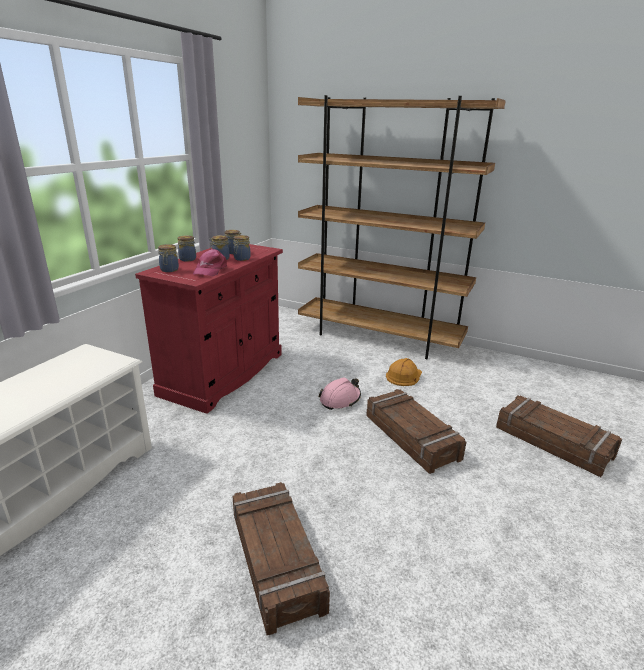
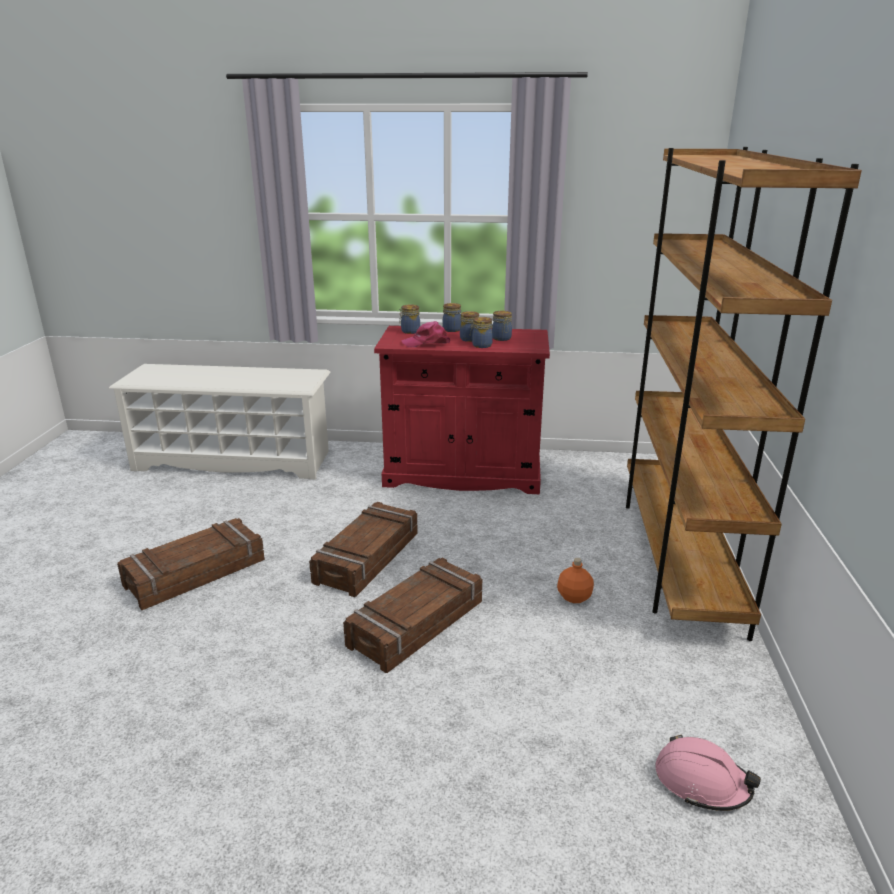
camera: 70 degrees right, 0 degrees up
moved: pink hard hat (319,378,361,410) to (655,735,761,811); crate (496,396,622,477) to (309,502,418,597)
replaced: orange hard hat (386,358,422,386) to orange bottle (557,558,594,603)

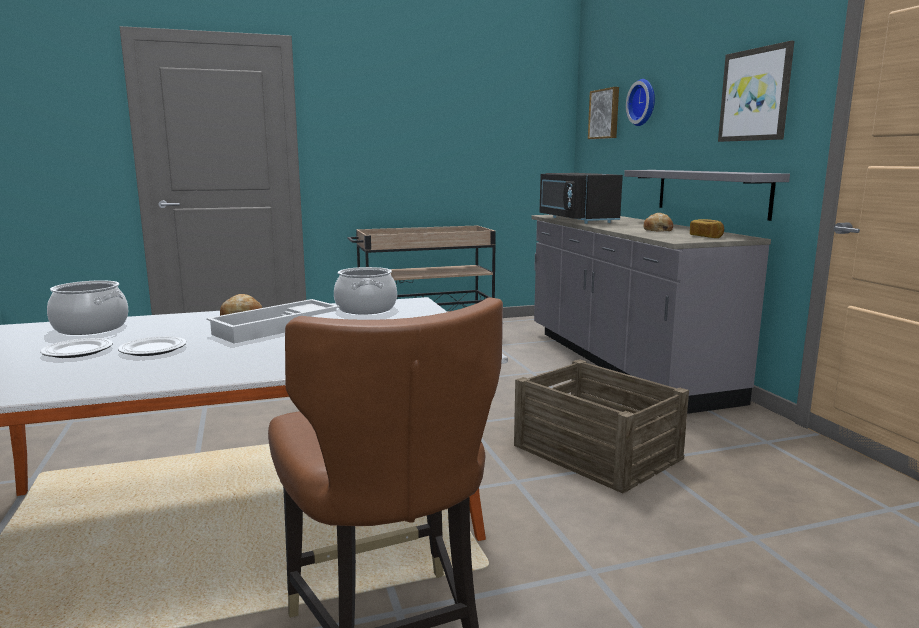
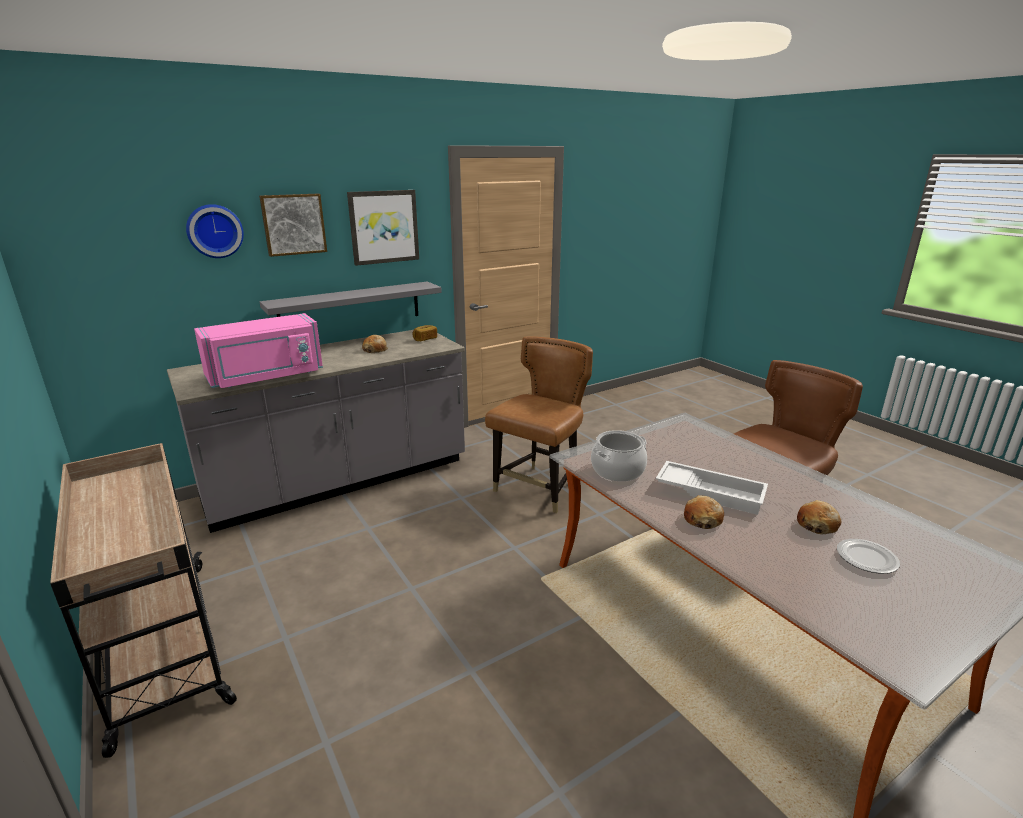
camera: 105 degrees left, 10 degrees up
removed: cooking pot (47,280,128,335)
moved: picture (588,87,619,139) to (259,194,327,257)
replaced: plate (118,336,187,356) to bread (797,500,841,534); crate (514,359,689,493) to brown chair (485,336,593,513)
recoloured: black microwave (540,173,623,224) to pink microwave (194,313,323,388)

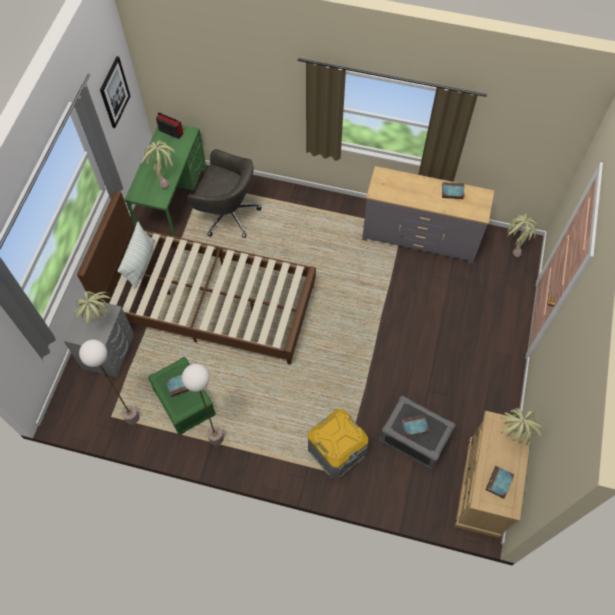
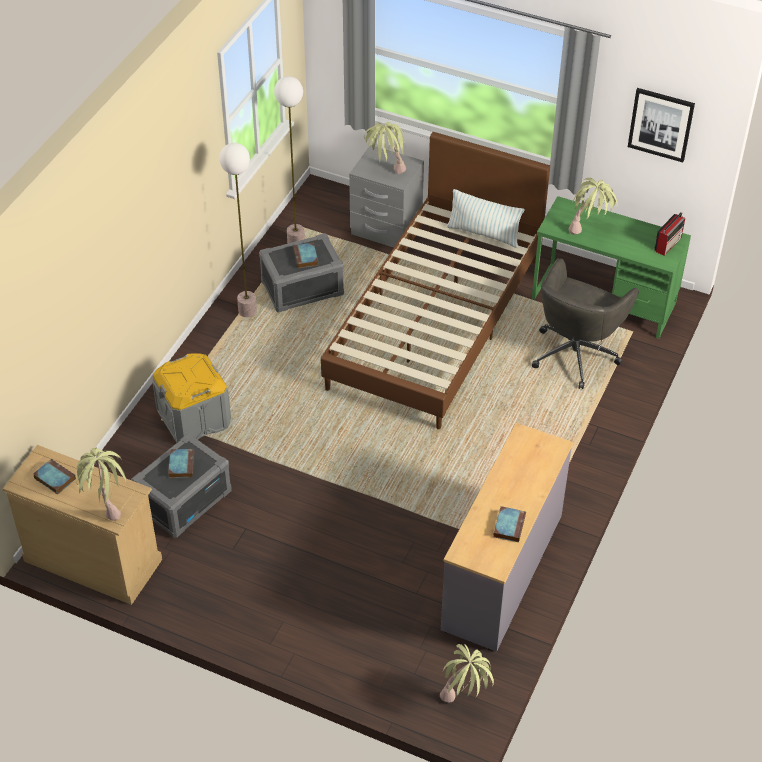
camera: 100 degrees right, 15 degrees down
recoloured: green storage box (148,357,216,435) to grey storage box (259,233,344,312)

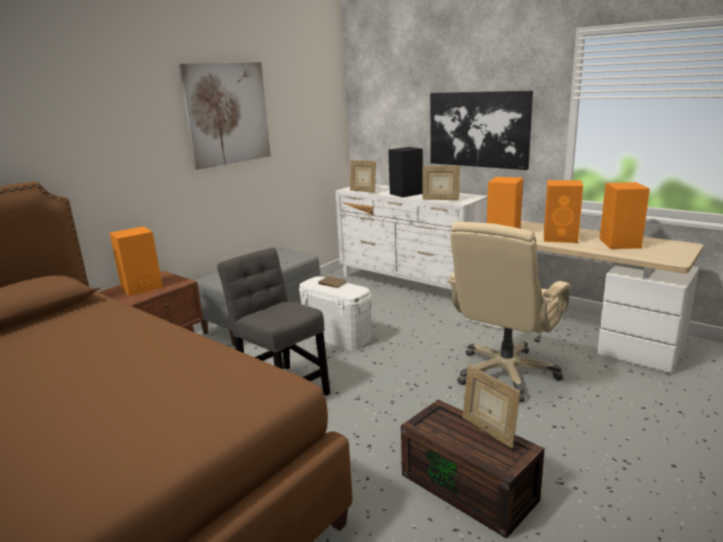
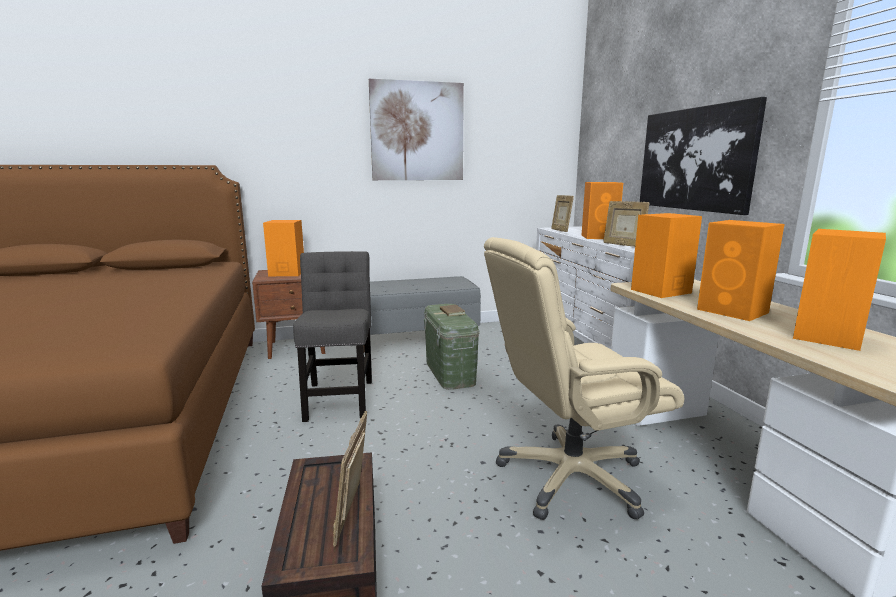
camera: 35 degrees right, 5 degrees down
recoloured: white storage box (299,276,372,350) to green storage box (424,304,480,390); black speaker (388,147,423,197) to orange speaker (581,182,623,239)

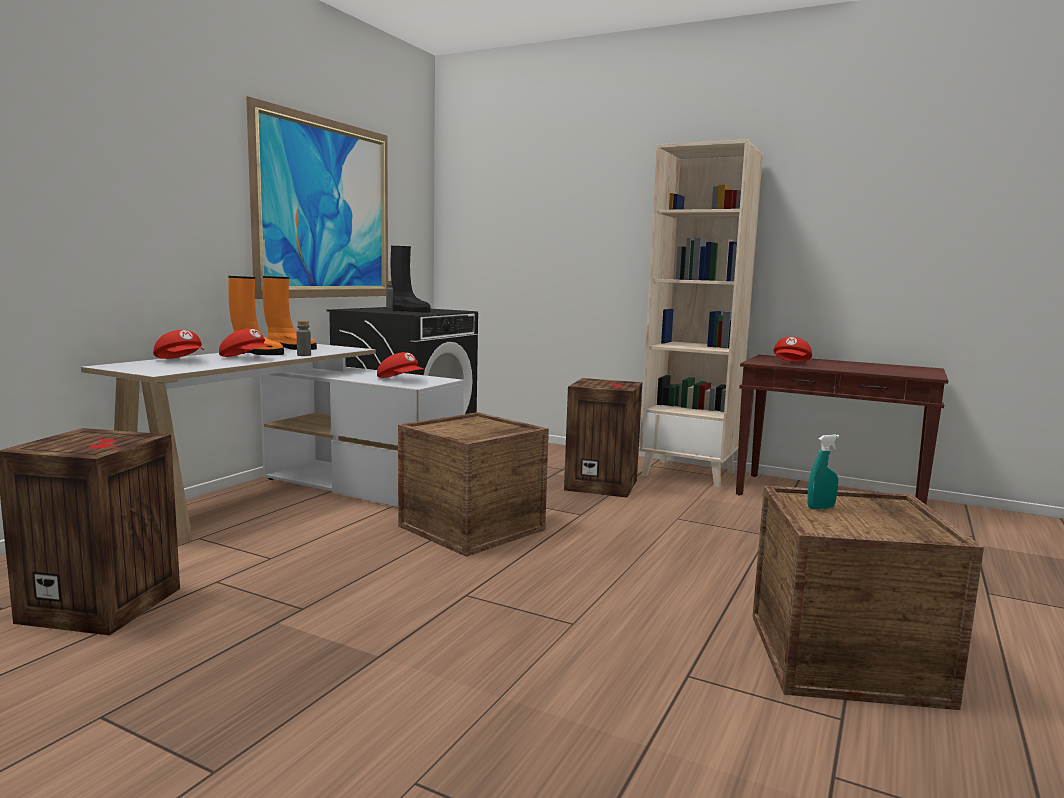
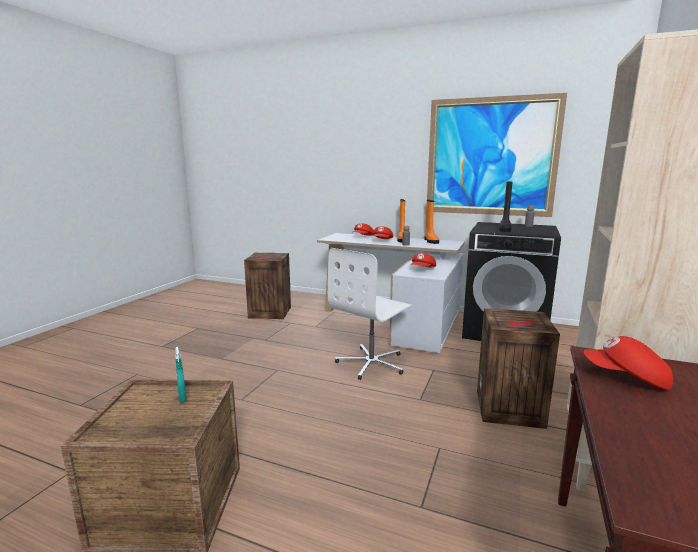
camera: 85 degrees right, 5 degrees up
replaced: crate (398,412,549,557) to white office chair (328,248,413,380)

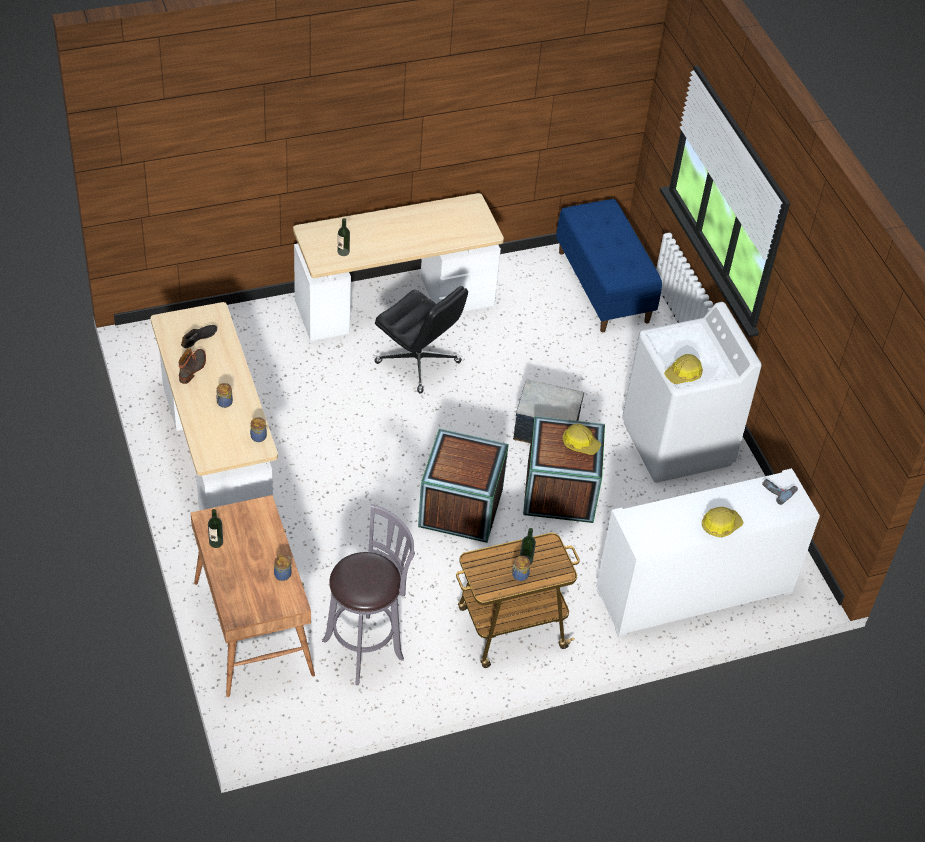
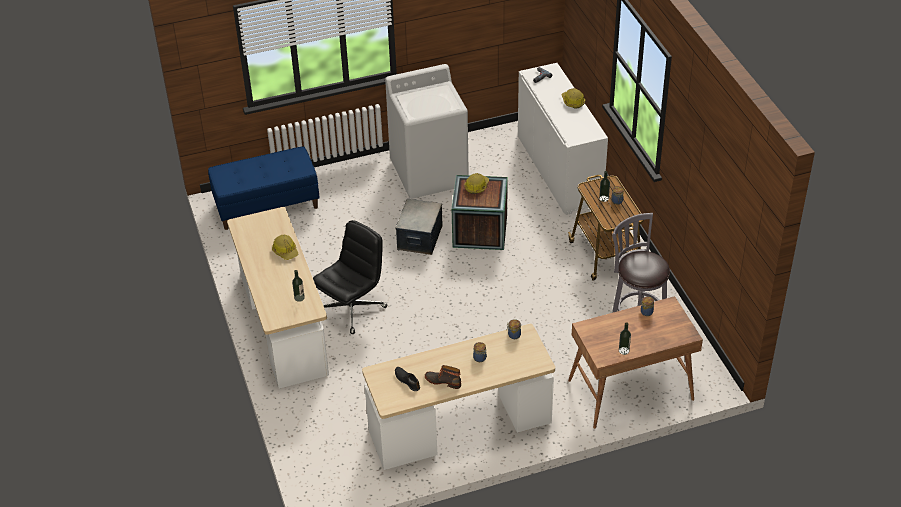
camera: 85 degrees left, 5 degrees down
removed: crate (418,429,509,543)
moved: hard hat (664,354,703,384) to (272,235,298,260)

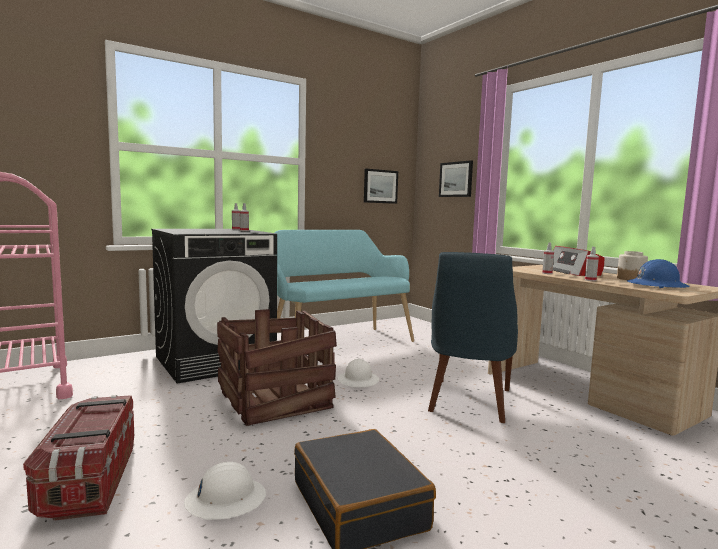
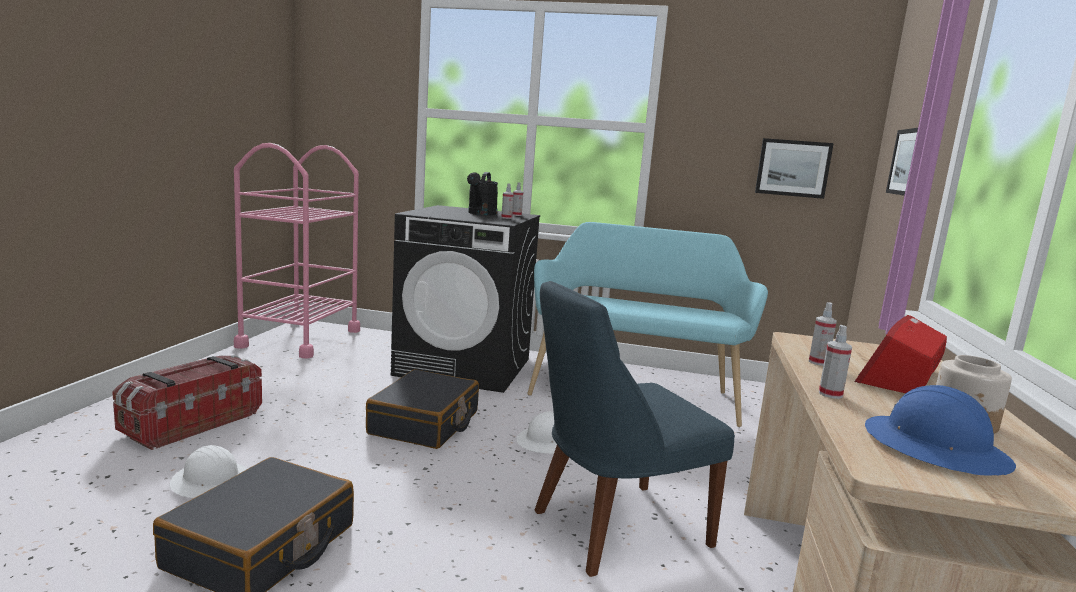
camera: 45 degrees right, 5 degrees up
added: black watering can (467,172,498,215)
replaced: crate (217,309,337,426) to black suitcase (366,369,479,449)

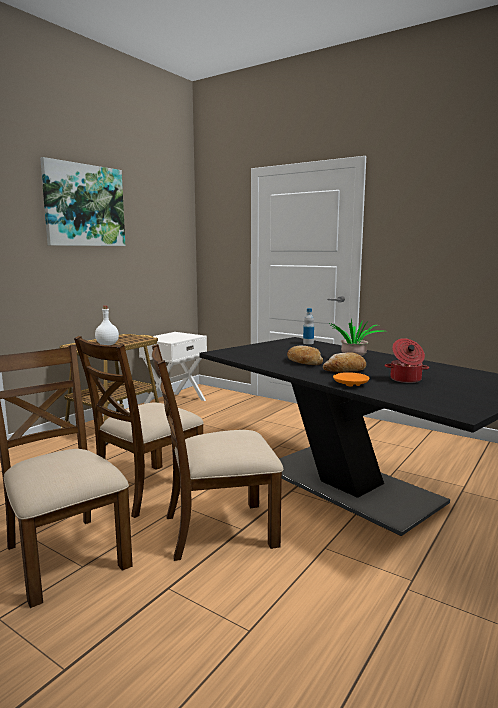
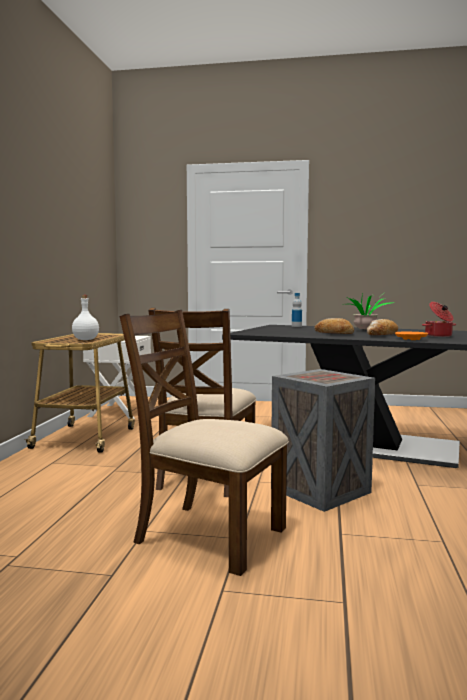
camera: 25 degrees left, 5 degrees down
removed: picture (40,157,125,246)
replaced: brown chair (152,344,283,561) to crate (271,369,375,512)

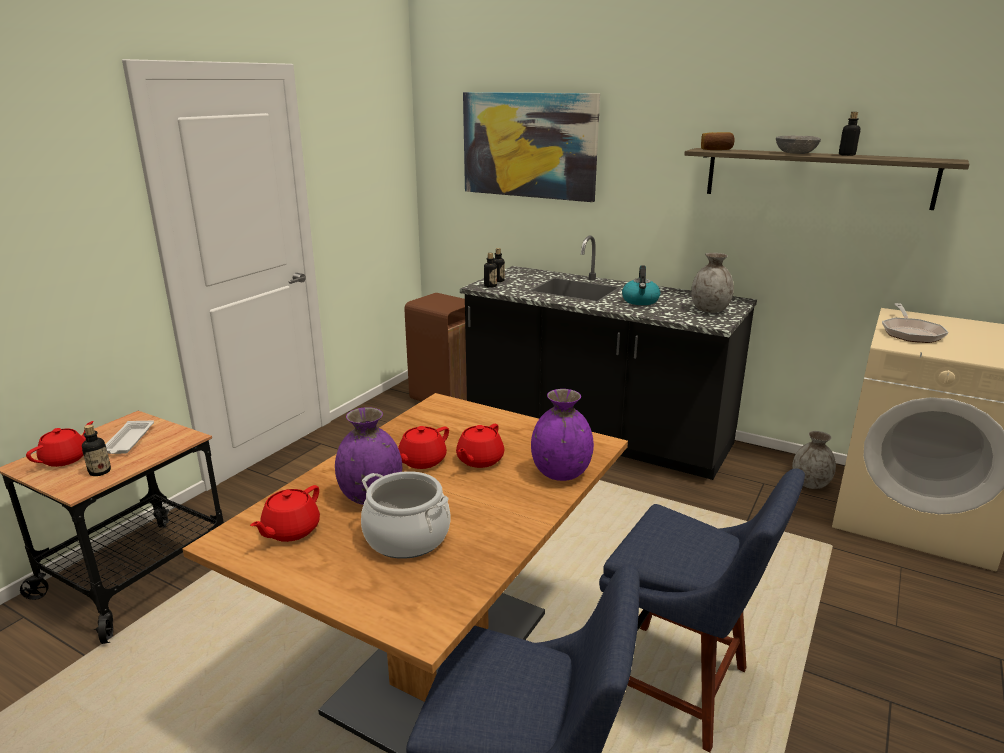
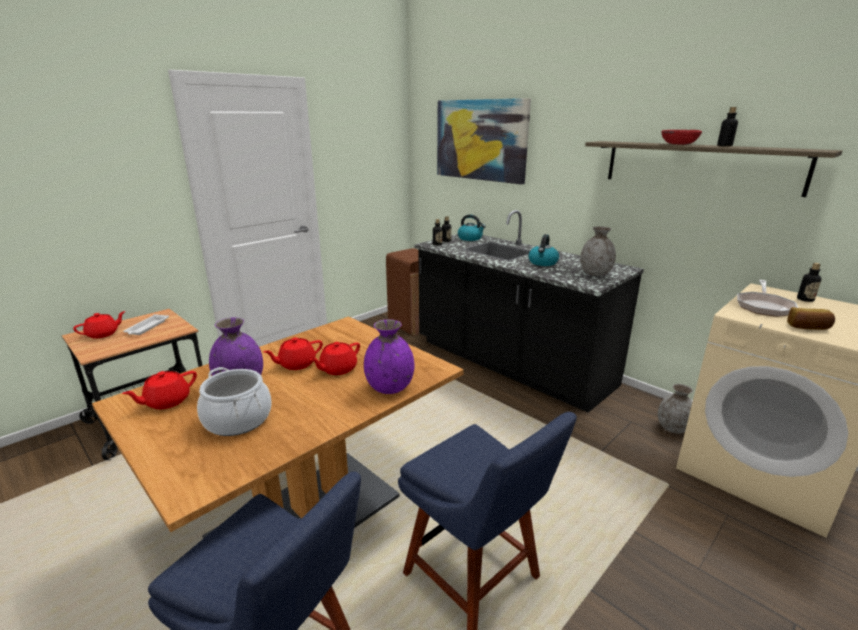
camera: 15 degrees right, 0 degrees up
added: kettle (458,214,486,241)
moved: bottle (82,425,111,476) to (797,263,822,302); bread (701,132,735,150) to (787,307,835,330)
recoloured: grey bowl (776,136,821,154) to red bowl (662,130,702,145)

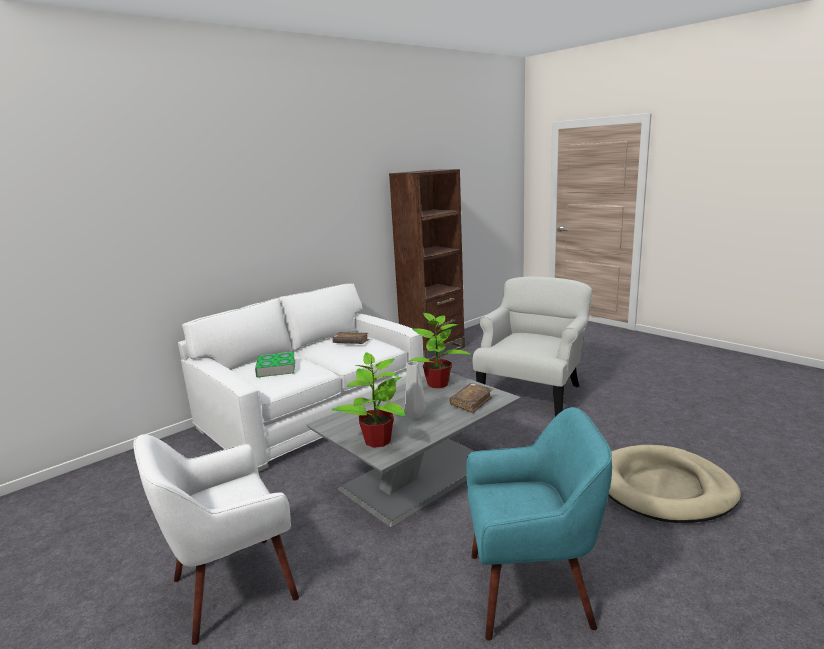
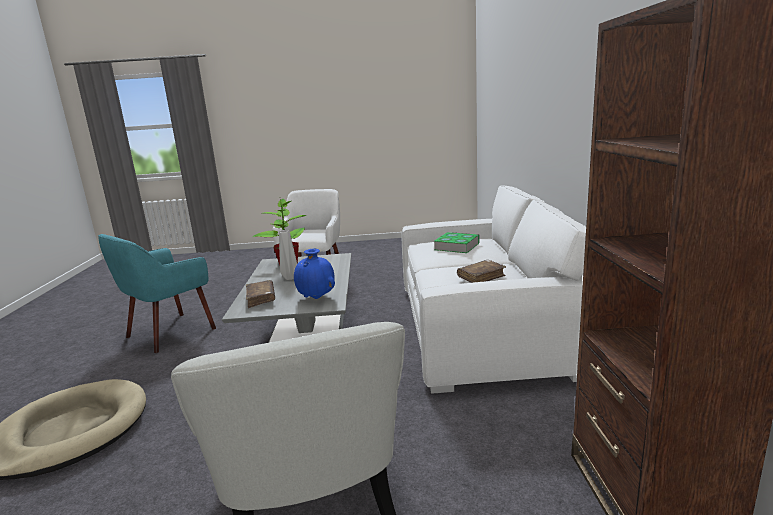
camera: 130 degrees right, 0 degrees up
replaced: potted plant (409,313,472,388) to blue vase (294,249,335,299)

